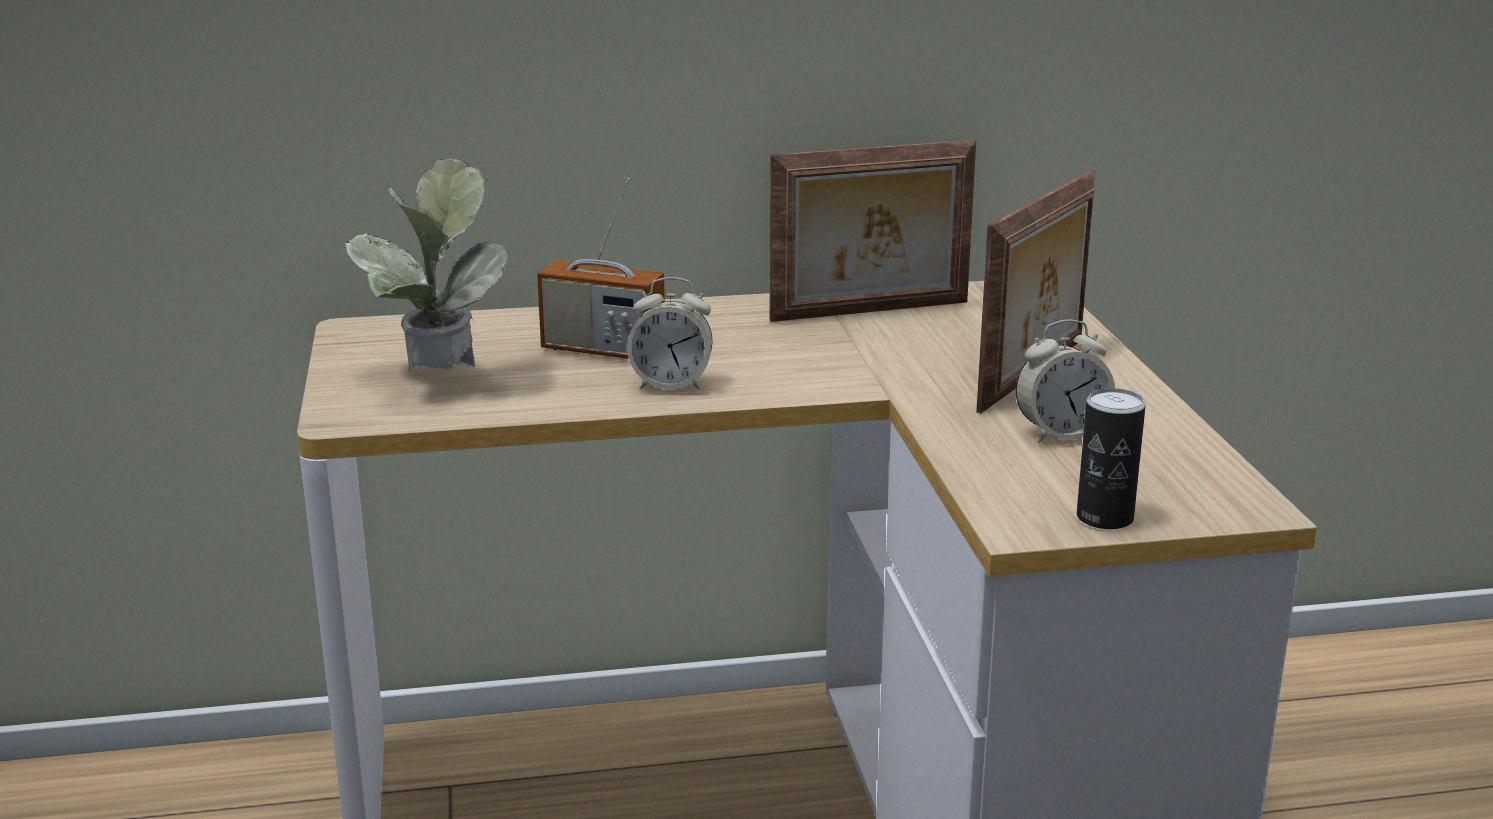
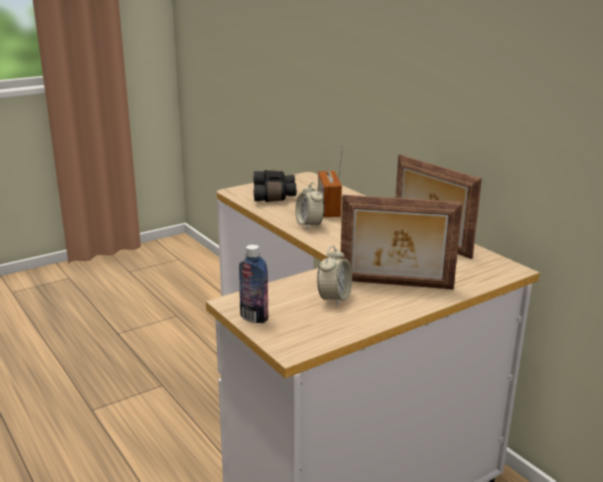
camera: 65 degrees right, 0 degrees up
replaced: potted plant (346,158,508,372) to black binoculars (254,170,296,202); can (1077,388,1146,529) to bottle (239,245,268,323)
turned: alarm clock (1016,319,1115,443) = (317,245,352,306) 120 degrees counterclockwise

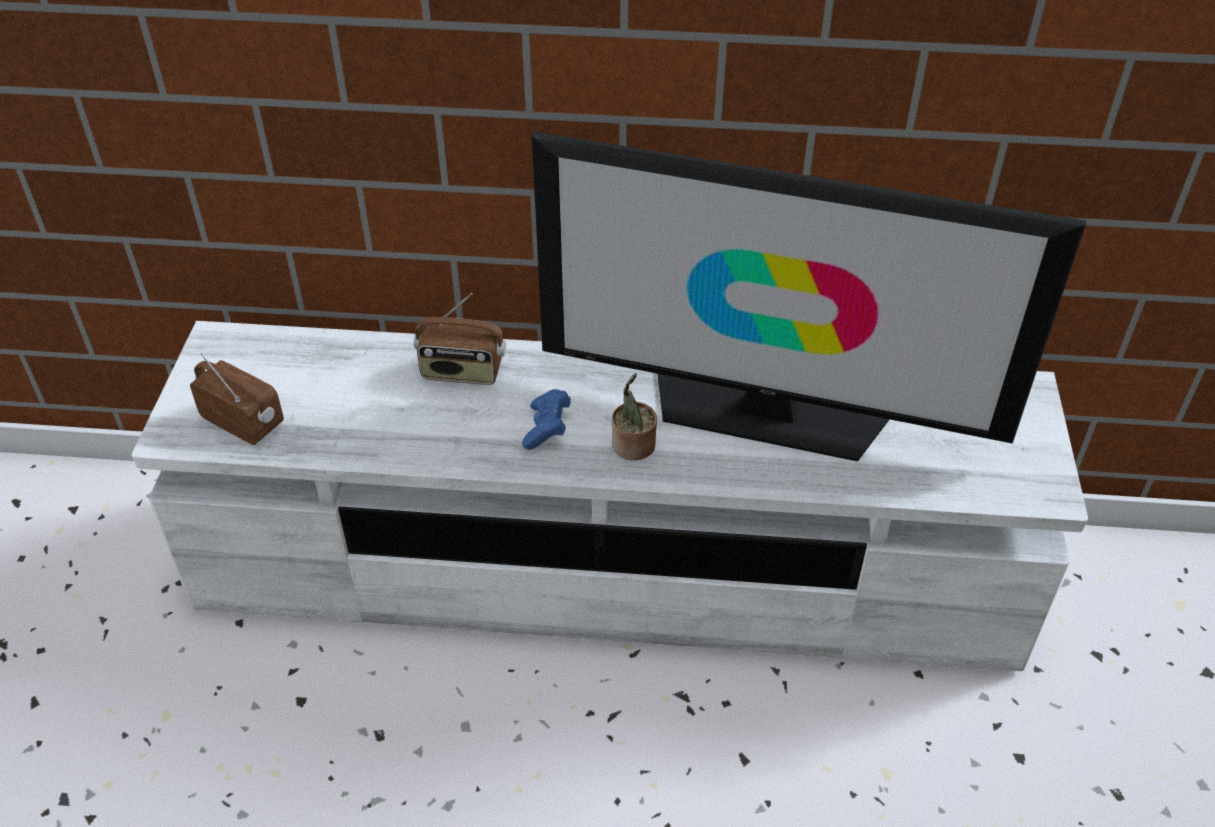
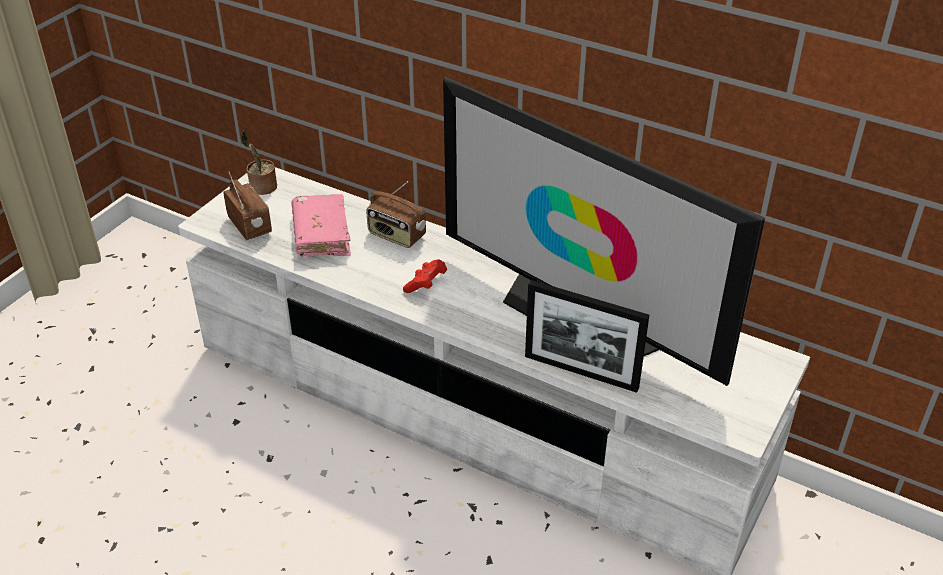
camera: 25 degrees right, 5 degrees down
added: pink book (291,194,351,257); picture frame (525,280,649,393)
moved: potted plant (612,373,657,460) to (241,130,277,195)
recoloured: blue game controller (522,389,571,450) to red game controller (403,259,447,293)

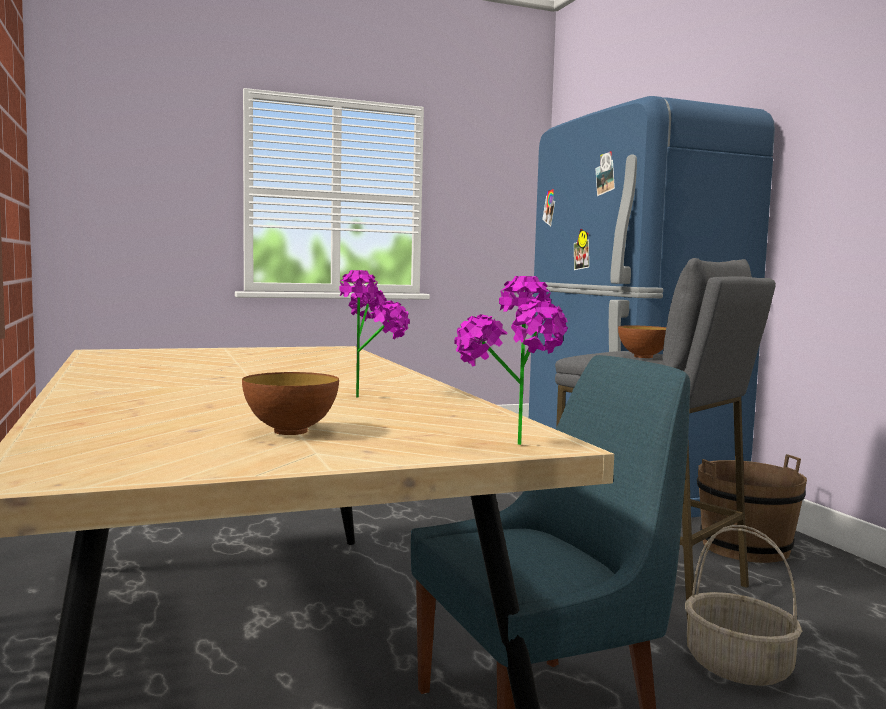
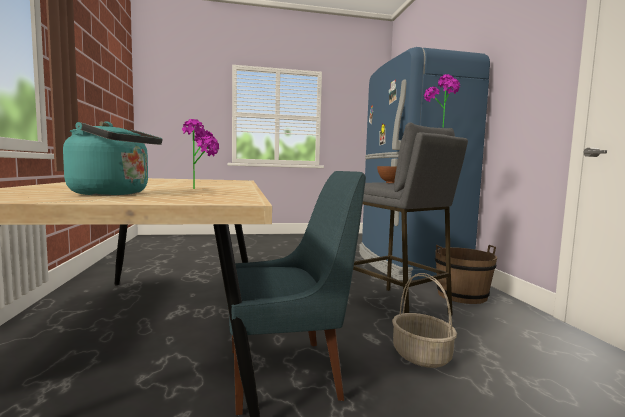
camera: 10 degrees right, 0 degrees up
moved: potted plant (454,276,568,445) to (424,74,460,128)
replaced: bowl (242,372,339,435) to turquoise kettle (63,121,162,195)

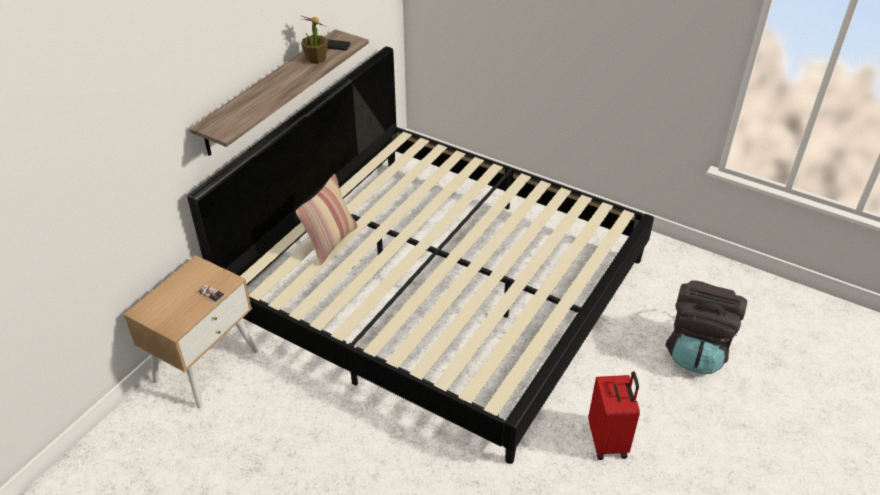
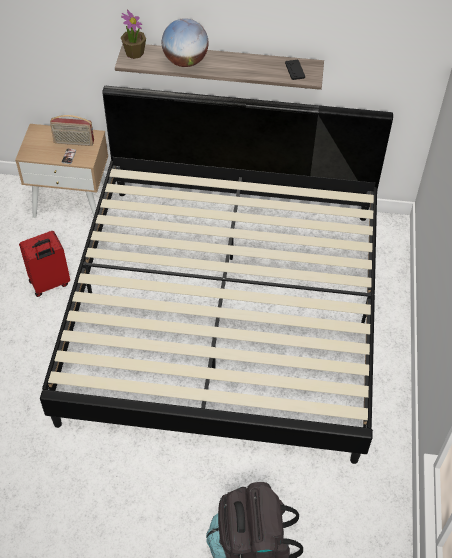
camera: 65 degrees right, 10 degrees up
removed: pillow (296,174,358,265)
added: radio (50,115,94,146); globe (162,18,209,67)
moved: potted plant (301,16,328,64) to (121,10,146,59); red suitcase (588,371,640,460) to (19,231,70,297)

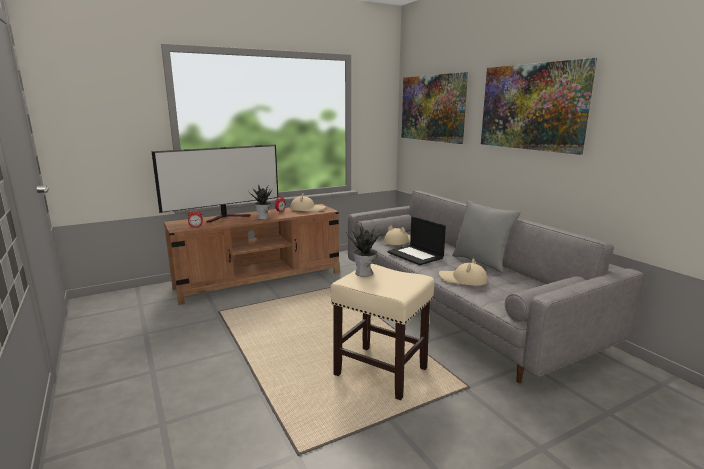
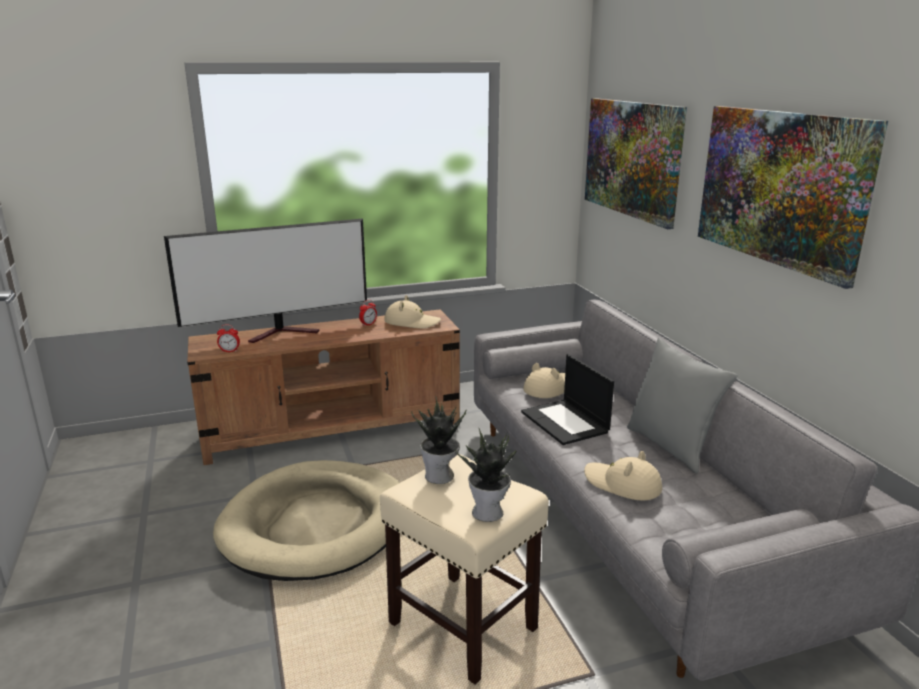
camera: 10 degrees right, 5 degrees up
added: beige dog bed (213,460,400,581)
moved: potted plant (249,184,272,220) to (455,427,516,522)

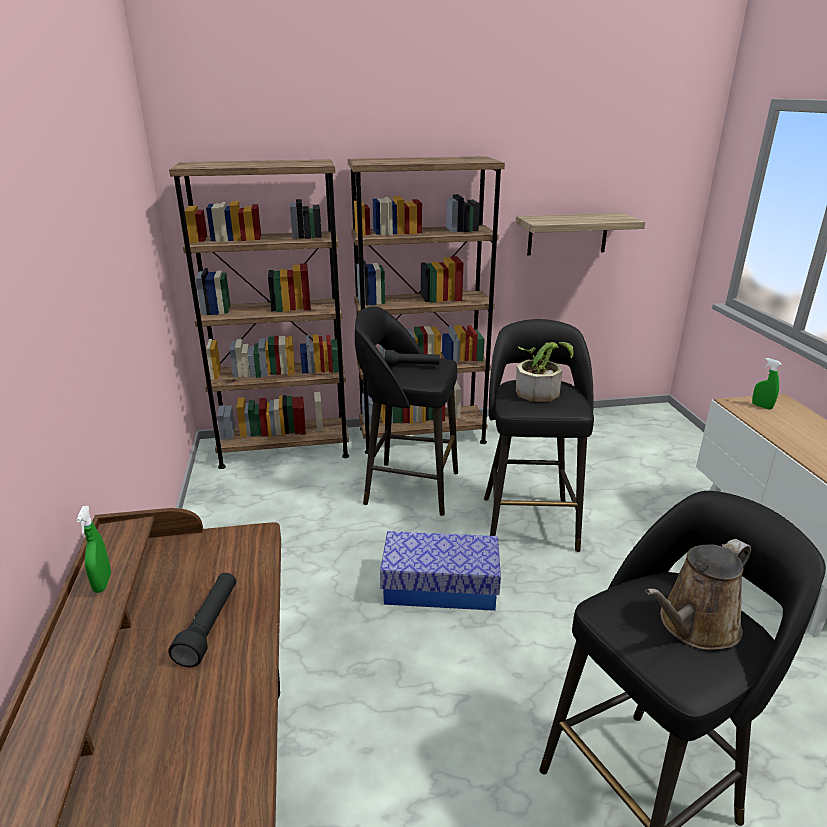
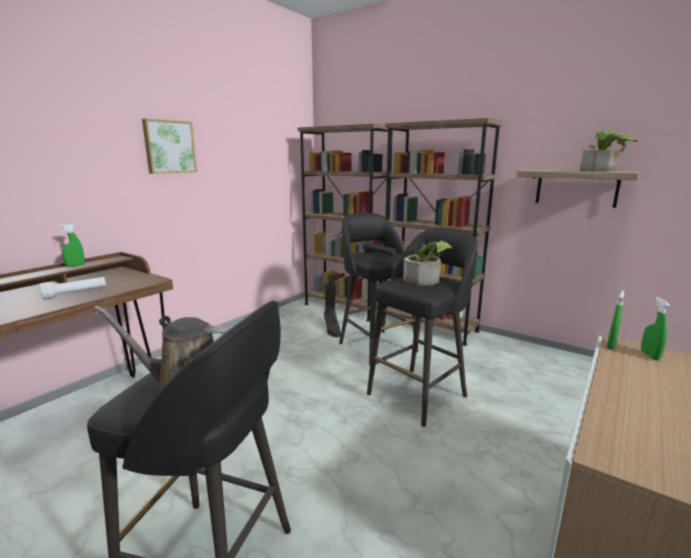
camera: 45 degrees right, 10 degrees down
removed: storage box (380,531,501,611)
added: picture (142,119,197,174); black boot (324,283,341,337); potted plant (580,130,638,172); green spray bottle (607,291,624,350)
recoloured: black flashlight (168,573,236,667) to white flashlight (40,277,106,300)

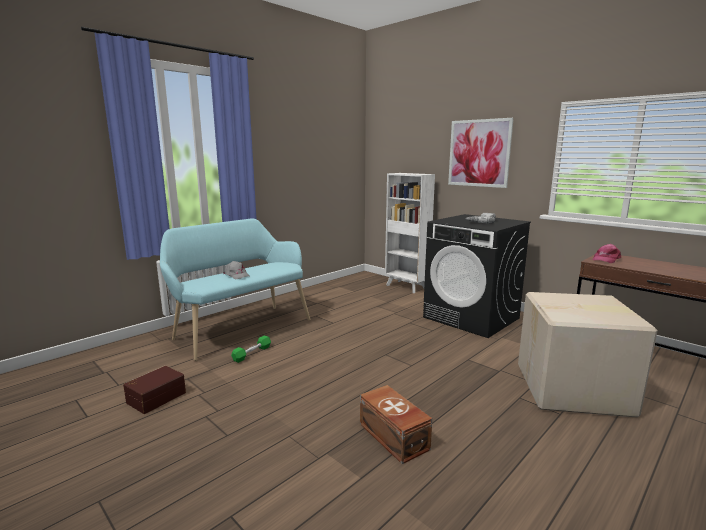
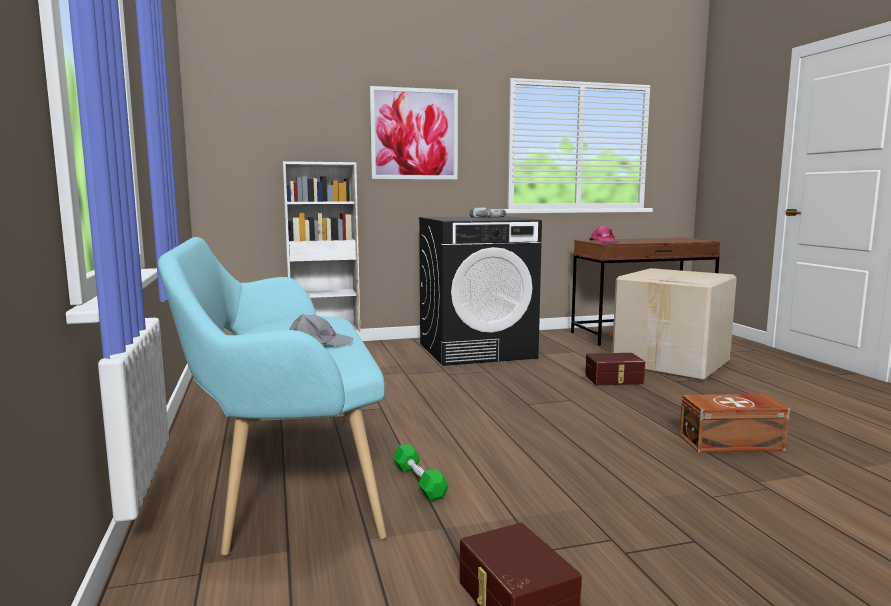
camera: 60 degrees left, 5 degrees down
added: brown storage box (585,353,645,385)

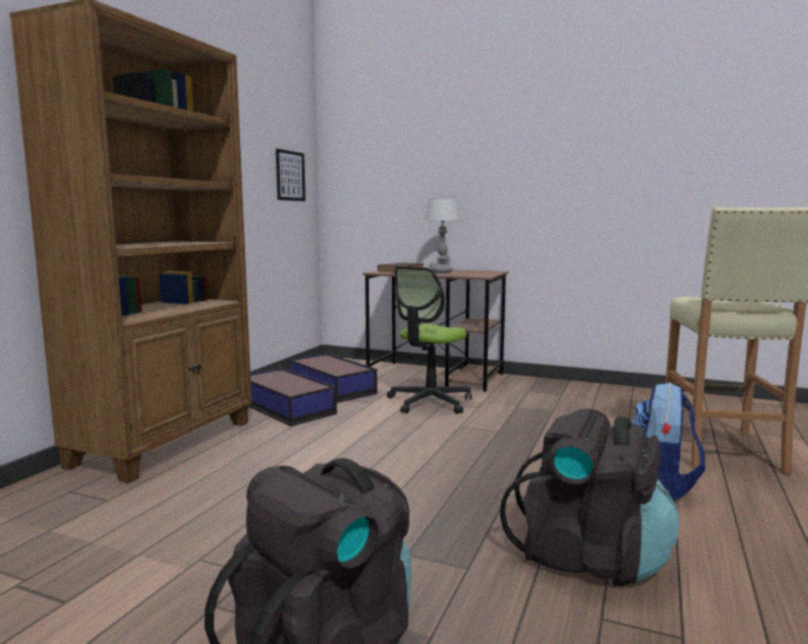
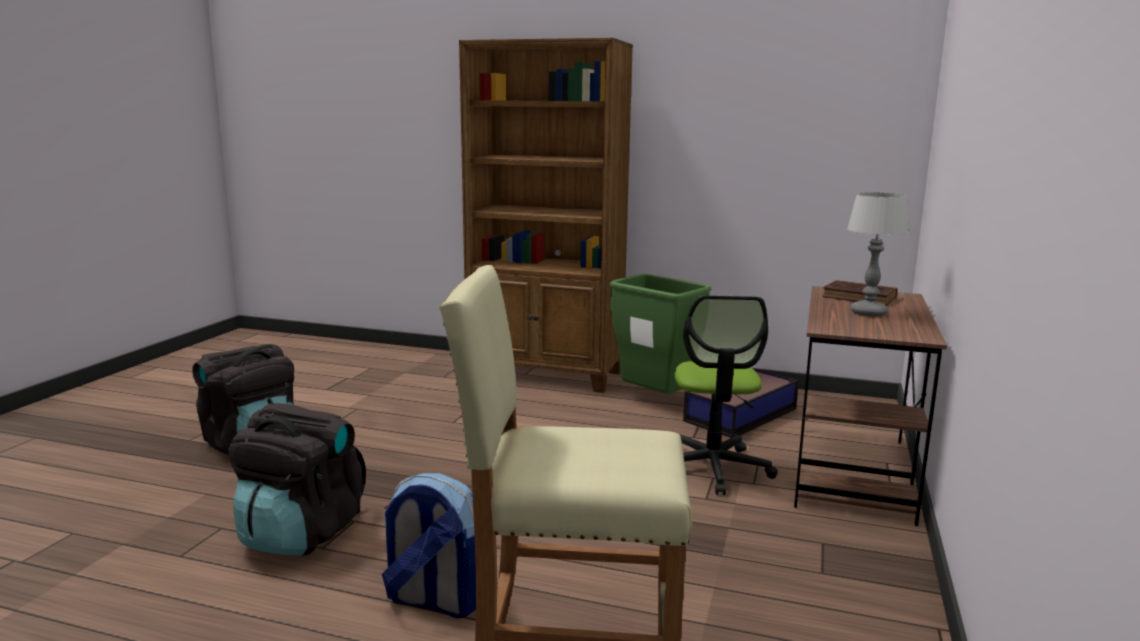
camera: 85 degrees right, 5 degrees up
removed: picture (276,149,305,201)
replaced: storage box (248,368,337,426) to green trash can (610,274,712,394)
turned: office chair (387,266,472,414) = (675,295,778,495) 120 degrees counterclockwise

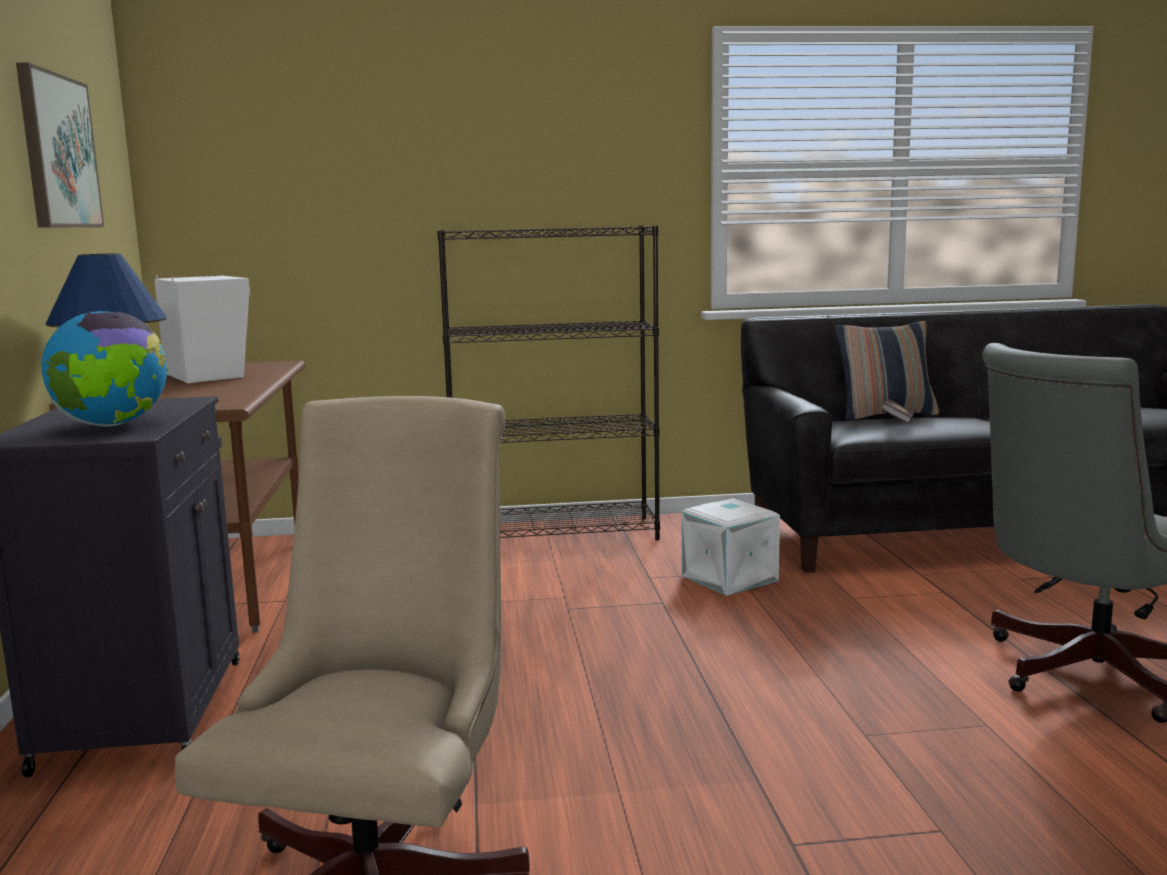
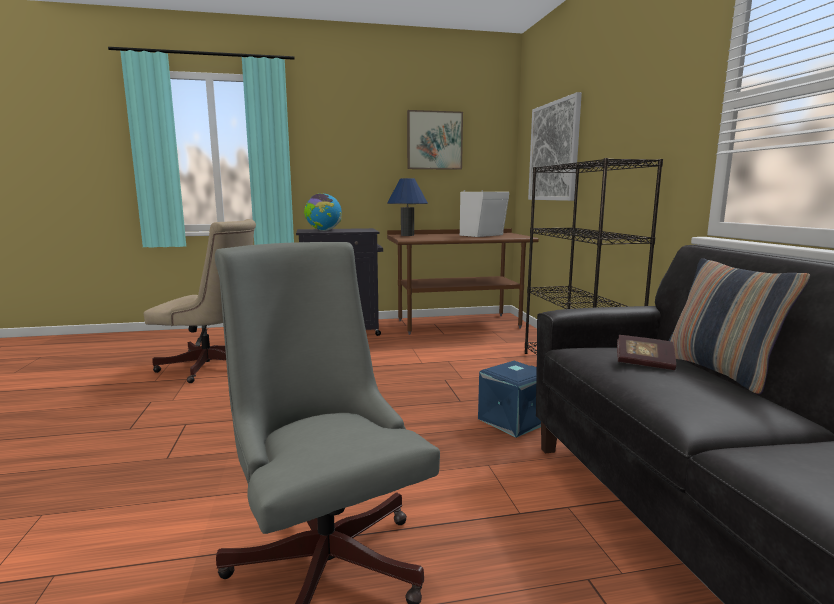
camera: 85 degrees right, 0 degrees up
added: picture (528,92,582,201)
recoloured: white storage box (682,498,780,596) to blue storage box (478,361,541,438)

